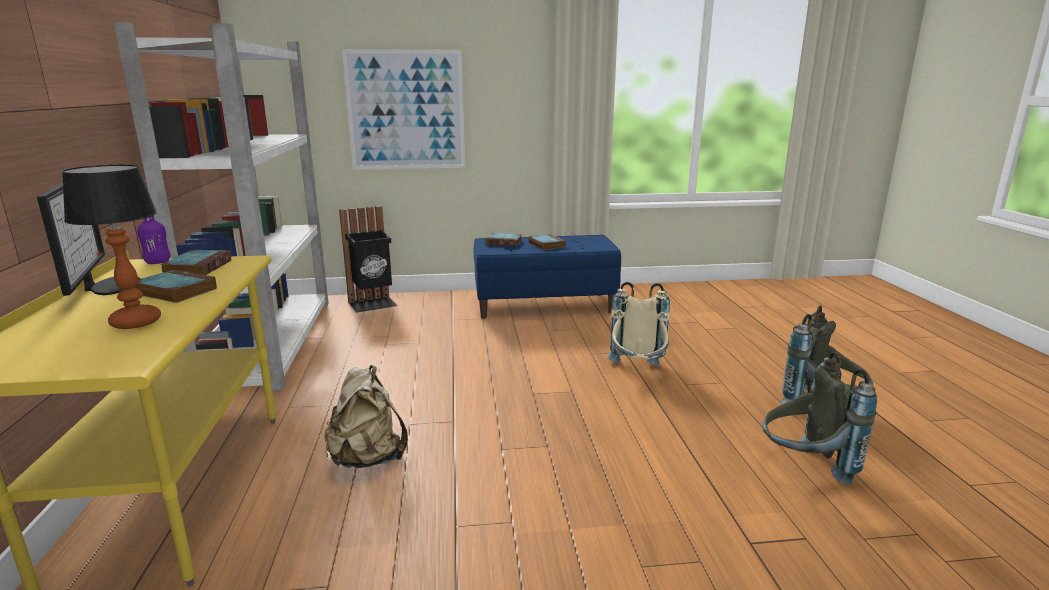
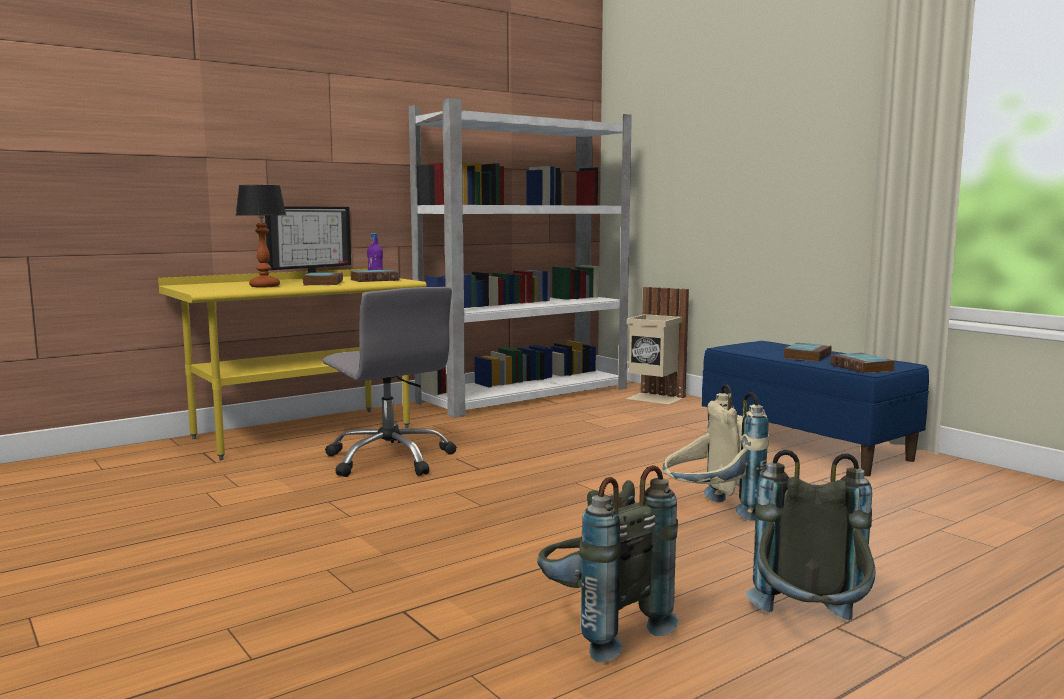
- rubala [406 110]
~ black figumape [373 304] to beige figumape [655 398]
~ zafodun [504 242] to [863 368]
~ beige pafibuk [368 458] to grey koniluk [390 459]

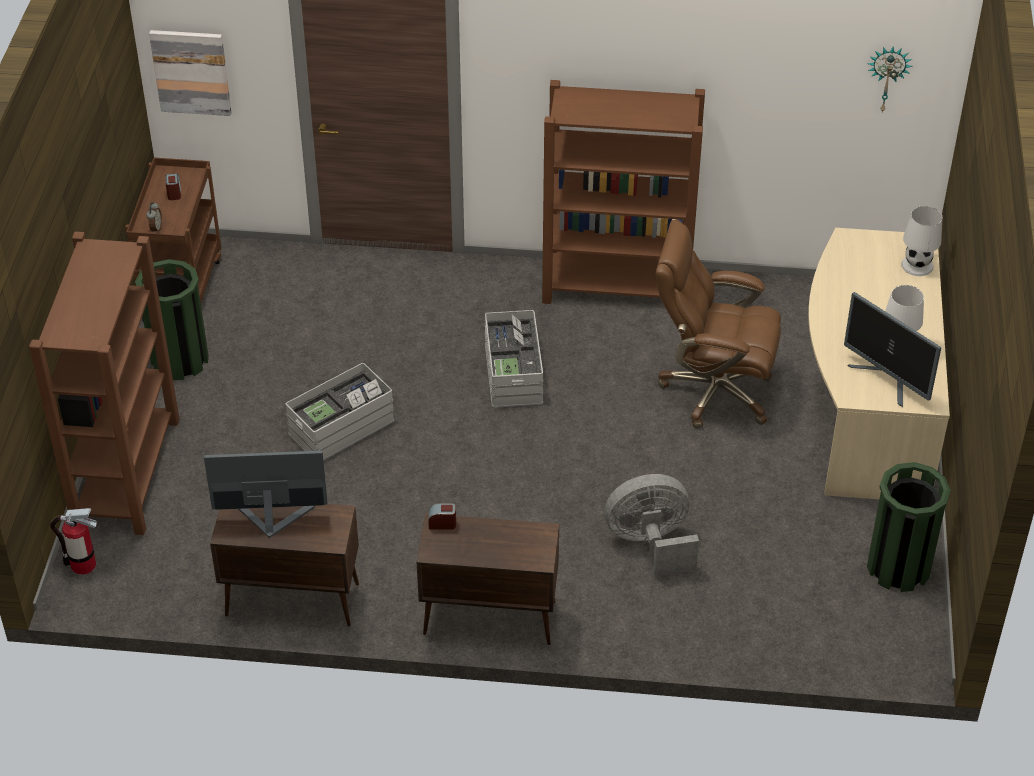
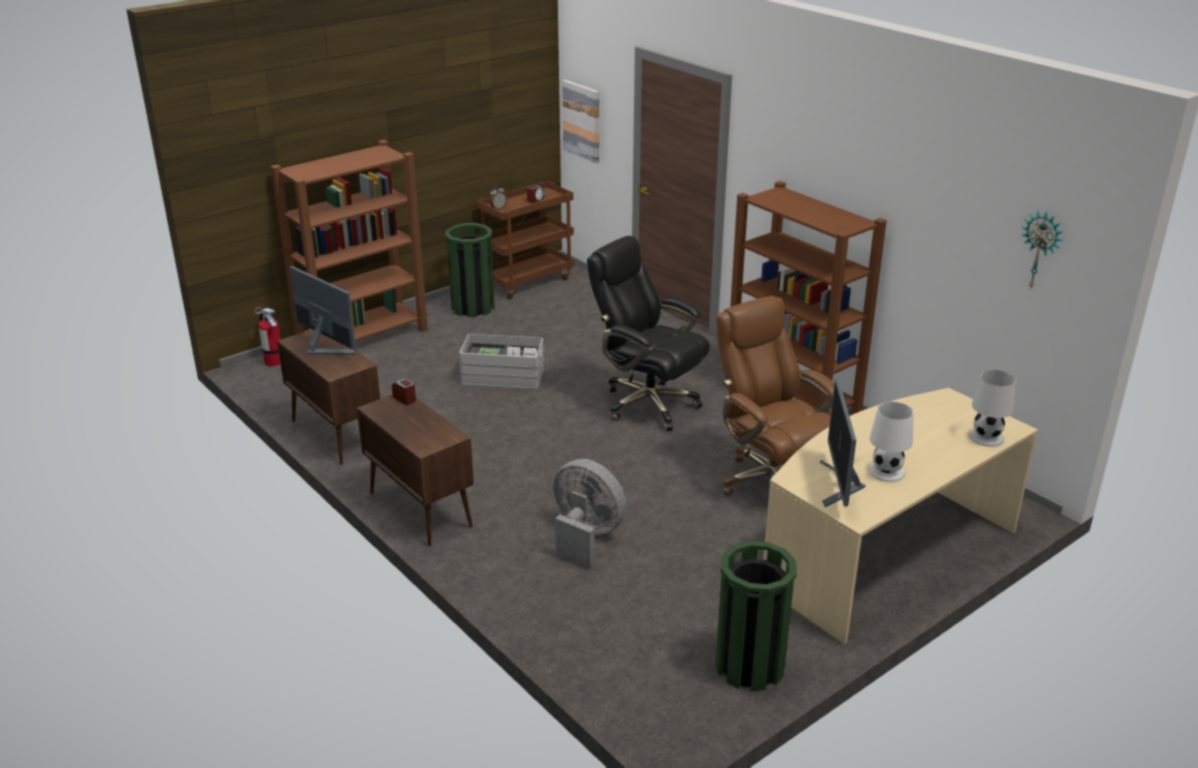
~ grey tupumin [512 373] to black koniluk [647 404]

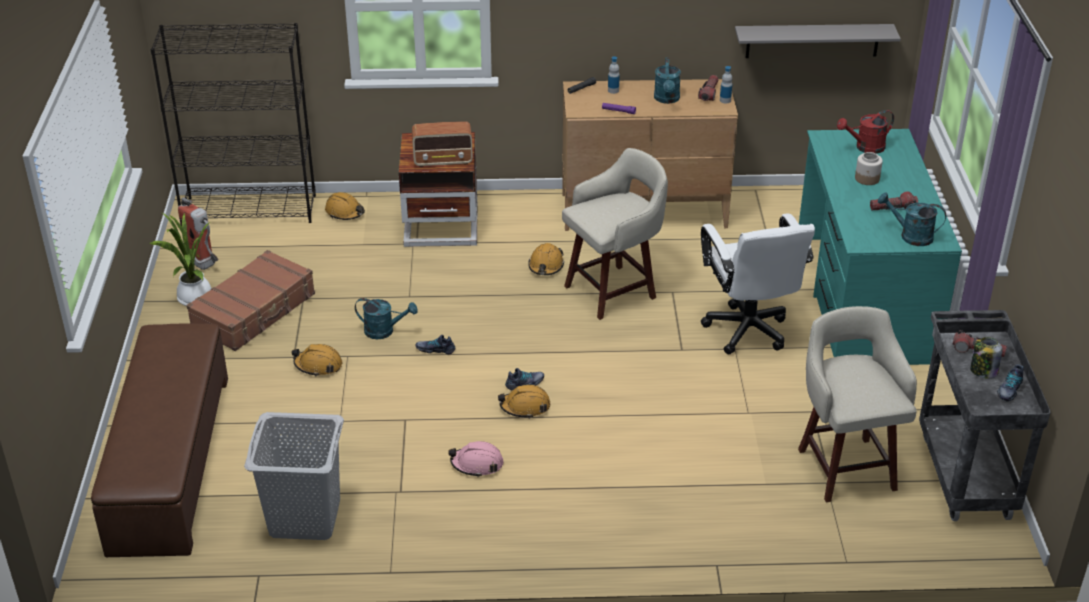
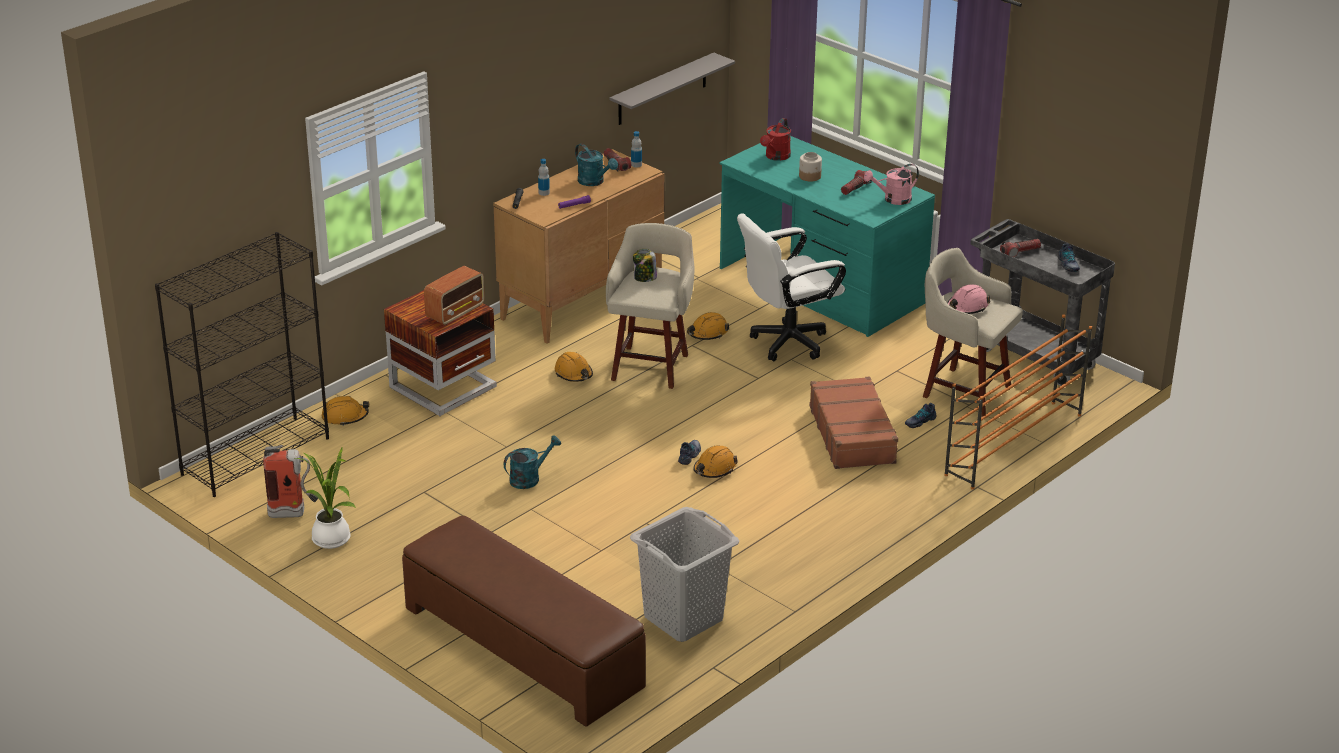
~ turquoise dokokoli [910 236] to pink dokokoli [893 200]
~ white koniluk [749 334] = [785 345] 120 degrees clockwise
~ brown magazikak [254 312] to [853 434]
~ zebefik [435 349] to [919 421]
~ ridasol [983 371] to [644 278]
~ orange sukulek [318 365] to [707 333]
~ pink sukulek [477 464] to [967 307]
+ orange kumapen [1013 444]

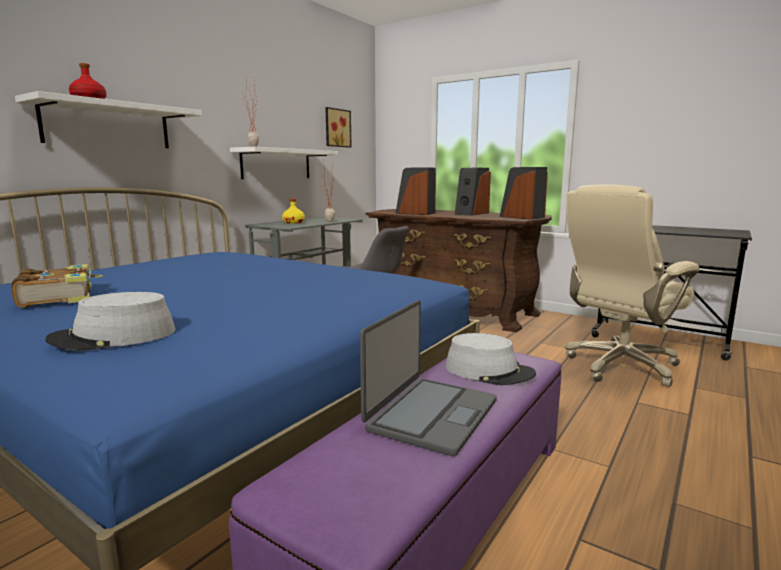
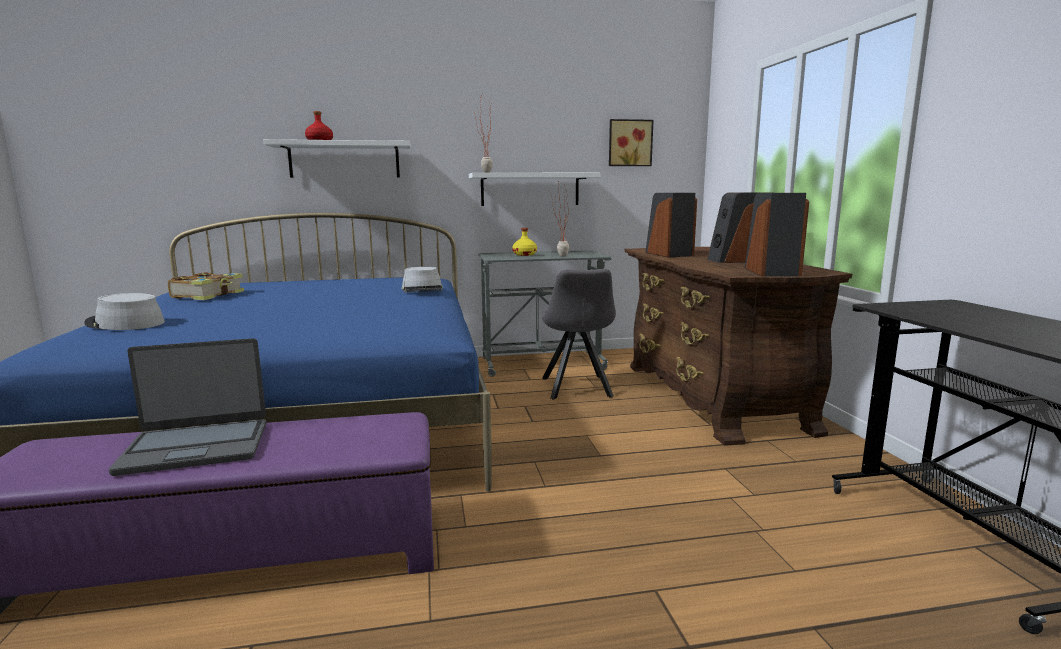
- beige koniluk [618 367]
~ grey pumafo [489 371] to [423 289]

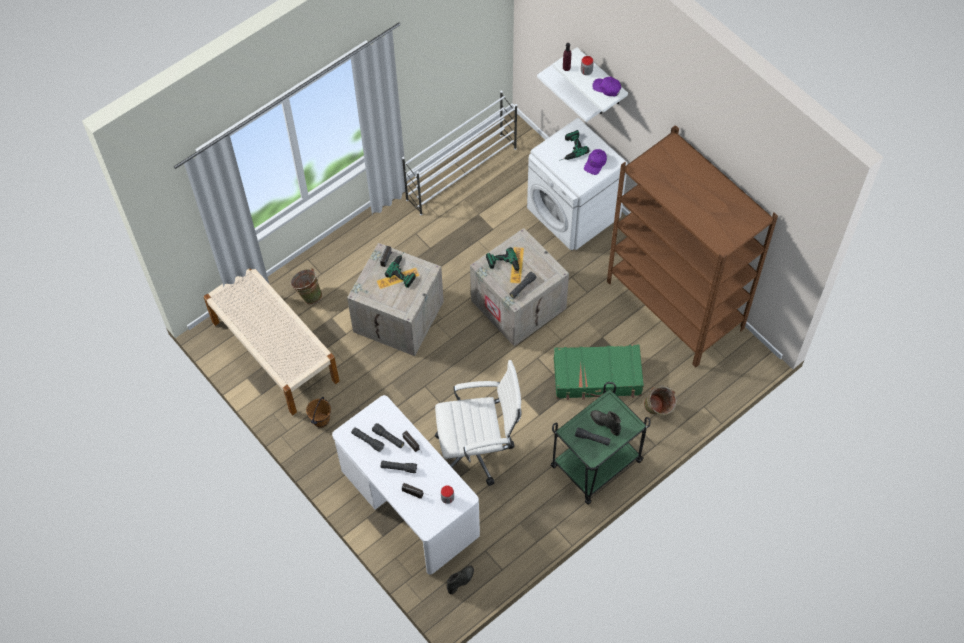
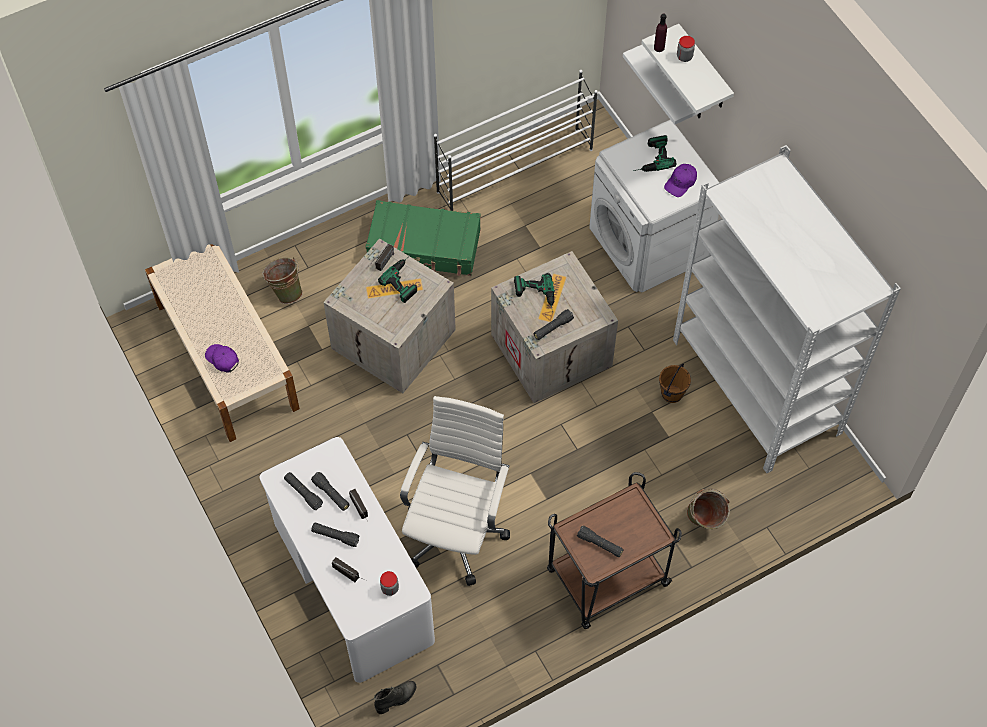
~ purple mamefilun [607 88] to [222 359]
~ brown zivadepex [674 305] to white zivadepex [756 386]
~ green magazikak [597 377] to [424 246]
~ white koniluk [477 451] = [456 531] 75 degrees counterclockwise
~ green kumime [595 465] to brown kumime [606 578]
~ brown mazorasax [320 420] to [671 393]
- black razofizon [605 424]

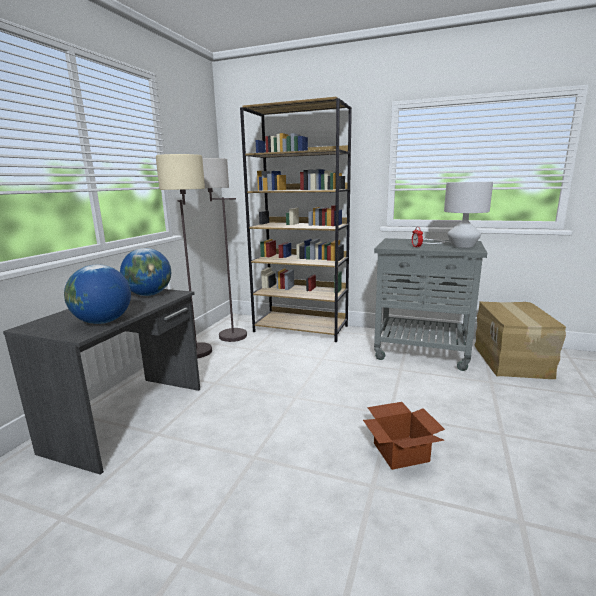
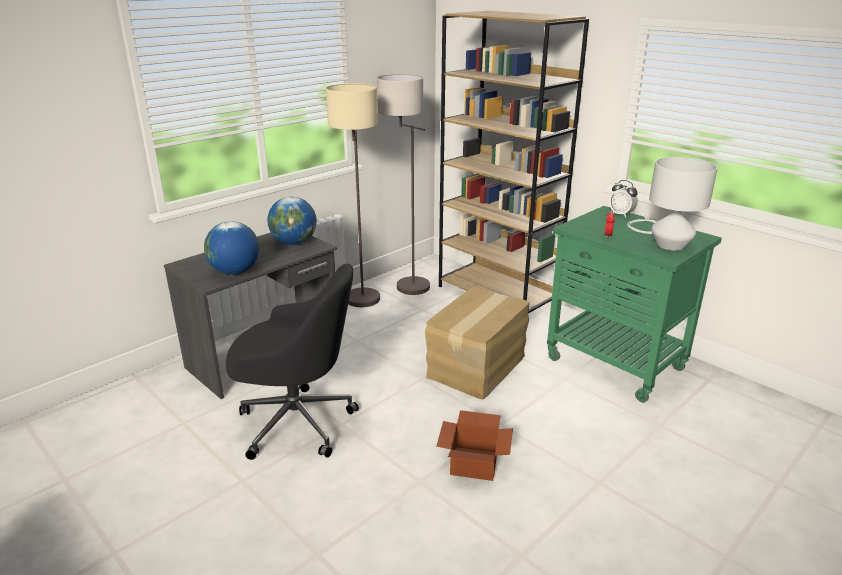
~ grey kumime [422 353] to green kumime [615 365]
~ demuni [512 360] to [477 367]
+ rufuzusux [621 214]
+ black koniluk [298 423]

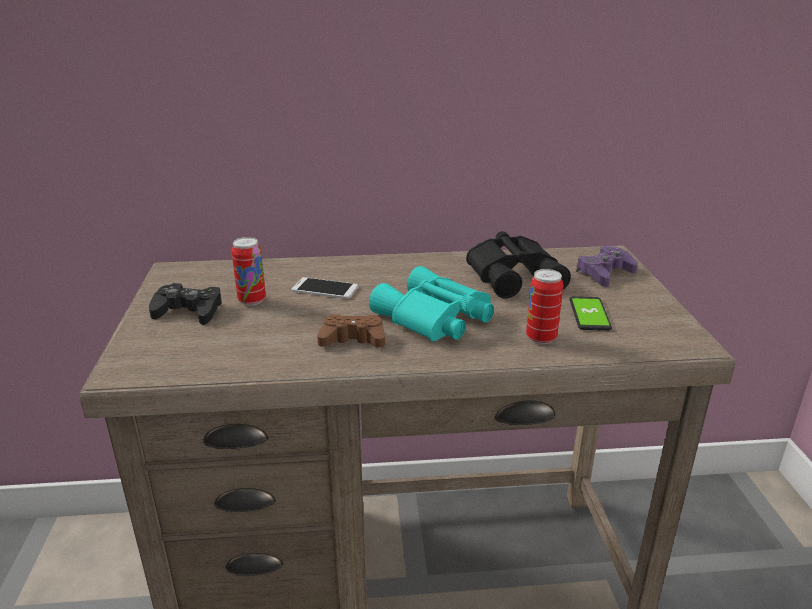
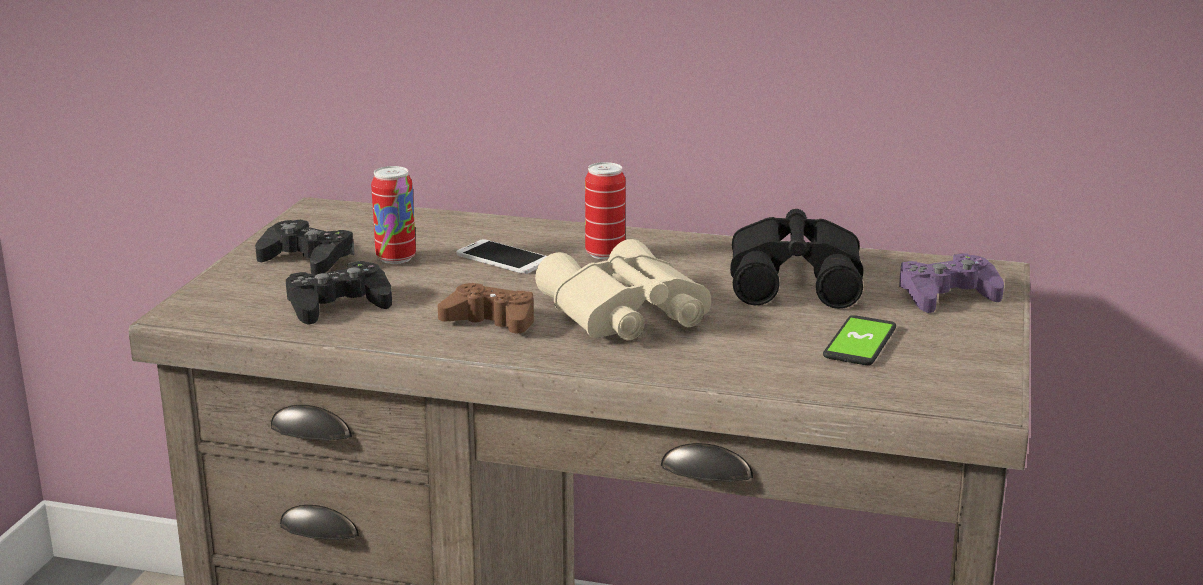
~ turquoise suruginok [434 319] to beige suruginok [623 314]
~ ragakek [541 338] to [605 254]
+ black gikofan [338 305]

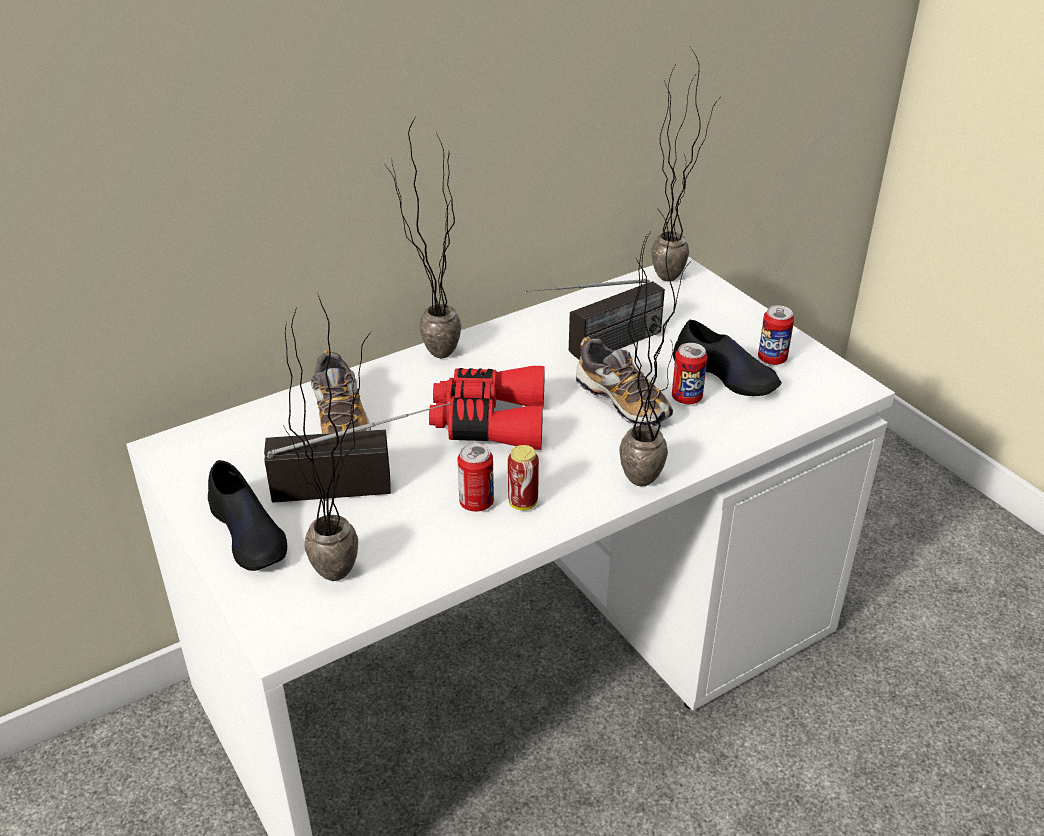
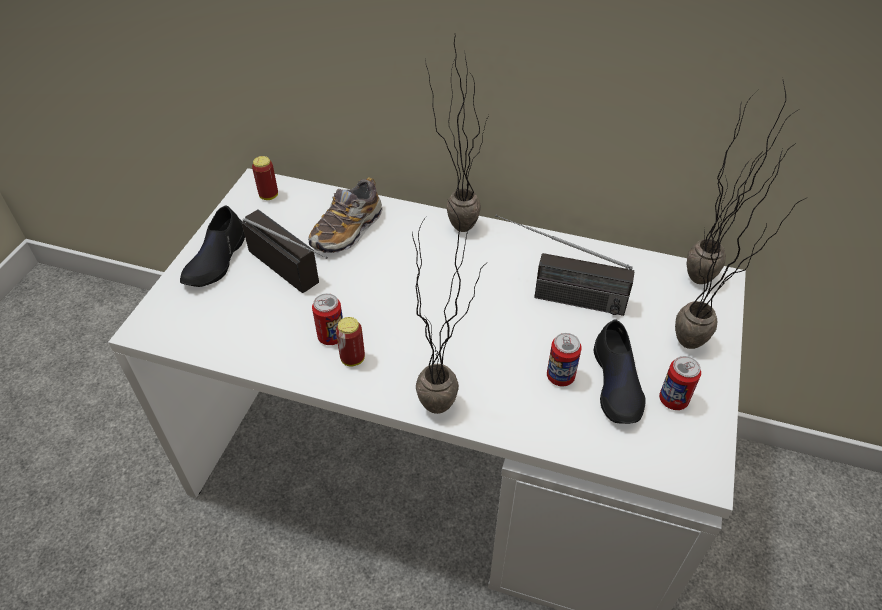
~ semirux [352 574] to [698 350]
- zebefik [622 402]
- red suruginok [489 422]
+ ragakek [268 195]

